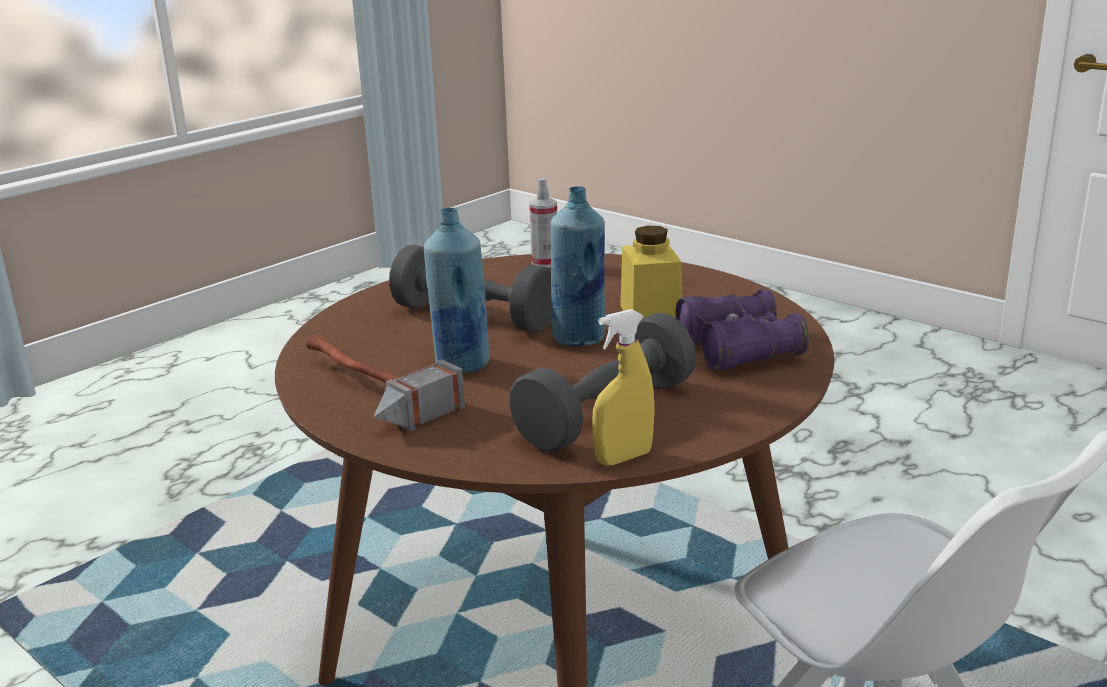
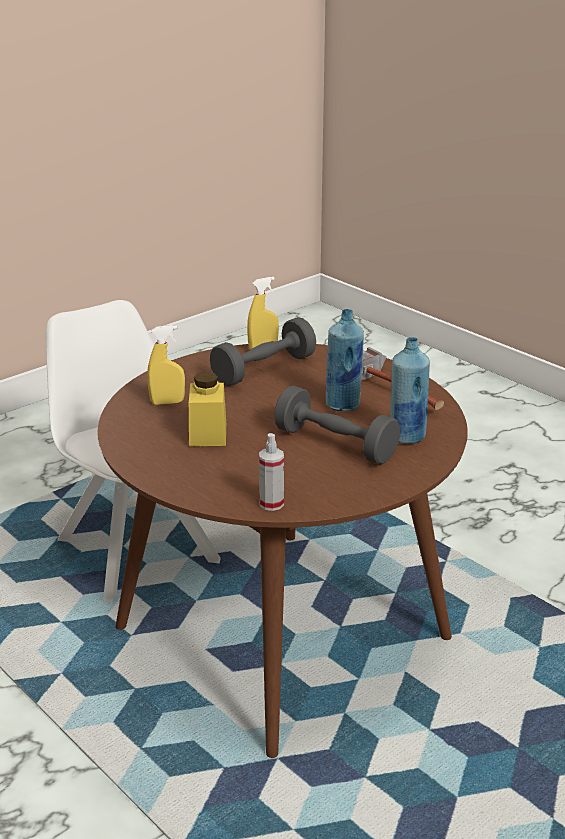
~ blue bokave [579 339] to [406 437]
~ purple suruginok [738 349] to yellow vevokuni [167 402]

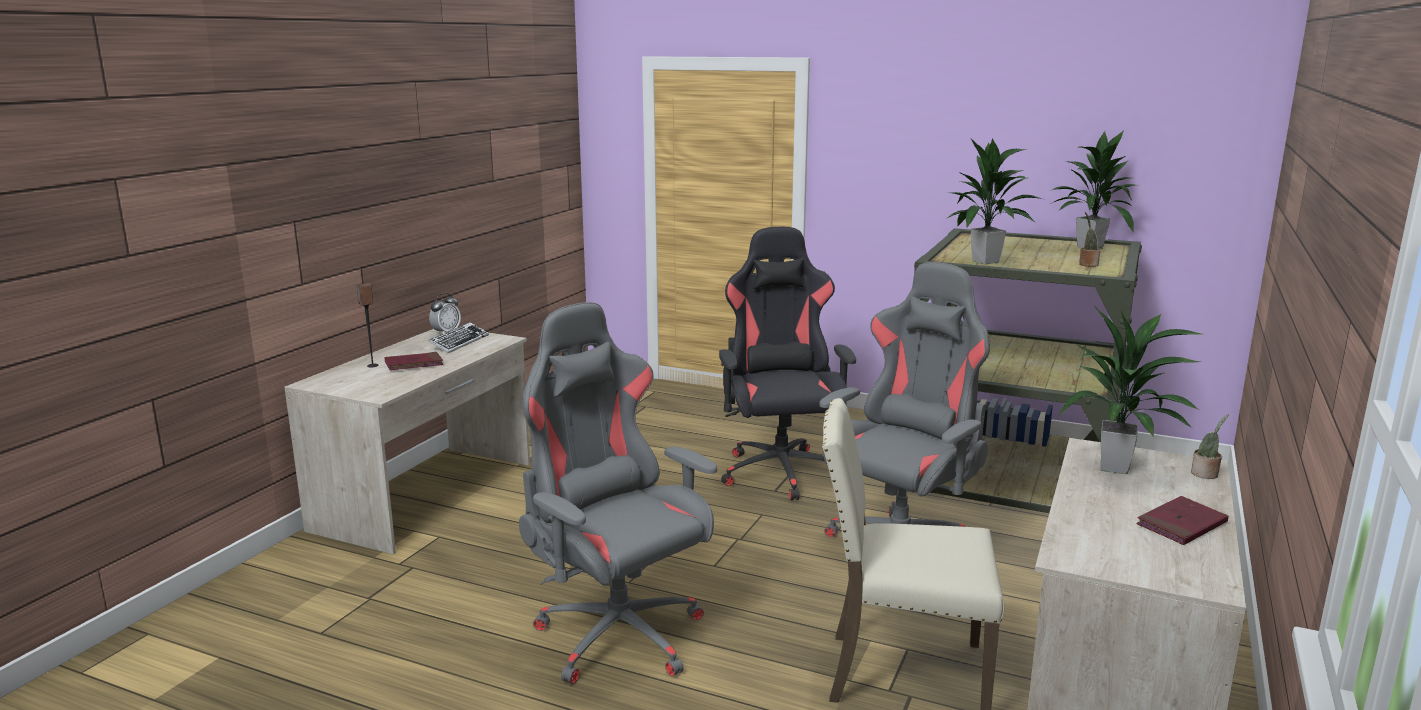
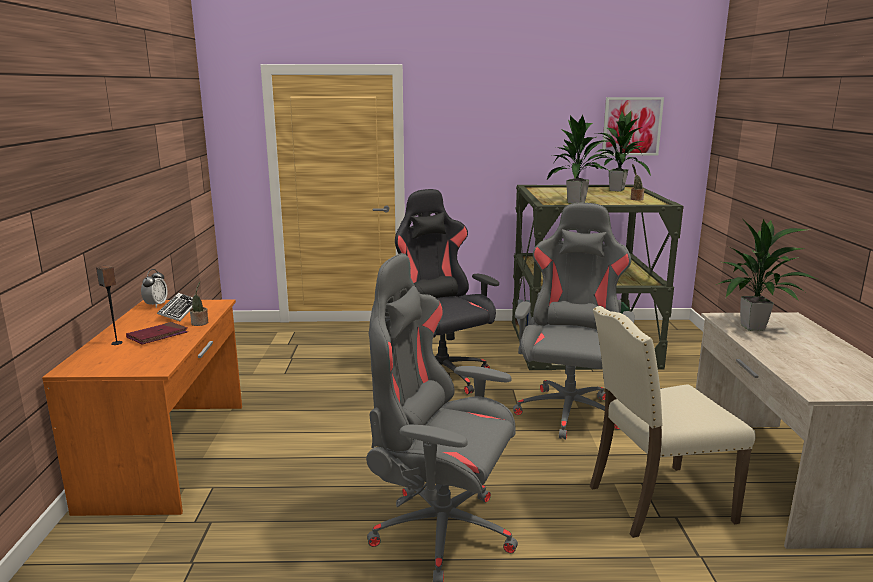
~ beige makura [427 496] to orange makura [170 453]
~ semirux [1205 474] to [200 323]
- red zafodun [1181 524]
+ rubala [632 126]

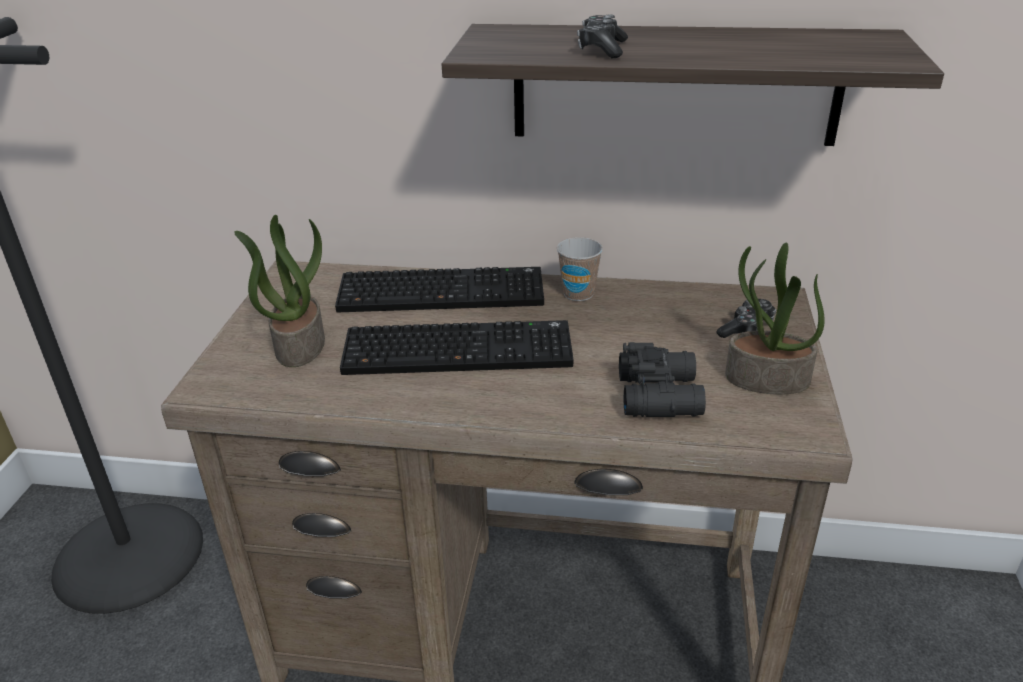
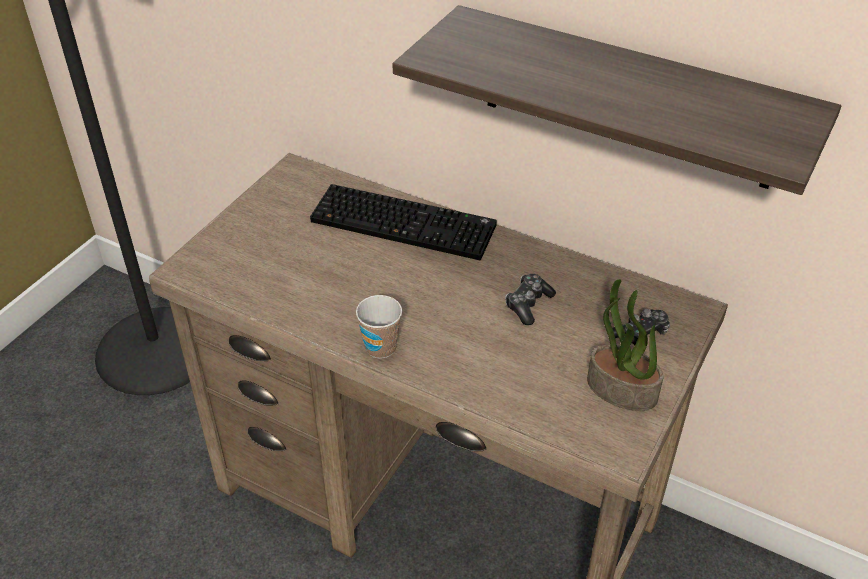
~ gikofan [602 49] to [528 304]
- semirux [299 345]
~ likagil [578 293] to [381 347]
- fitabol [460 349]
- black suruginok [661 394]

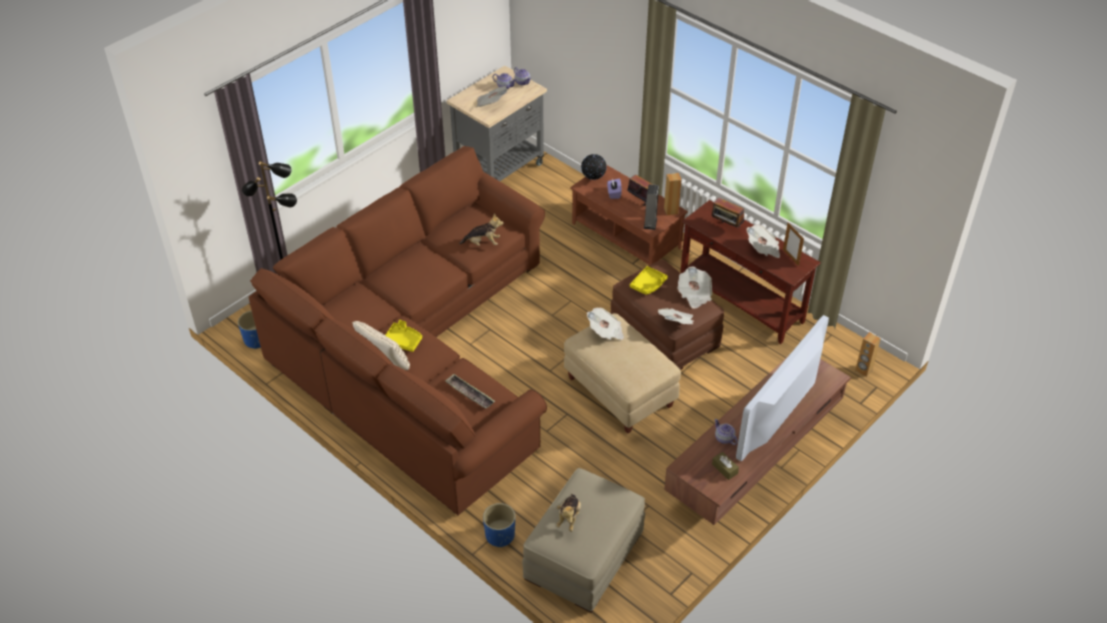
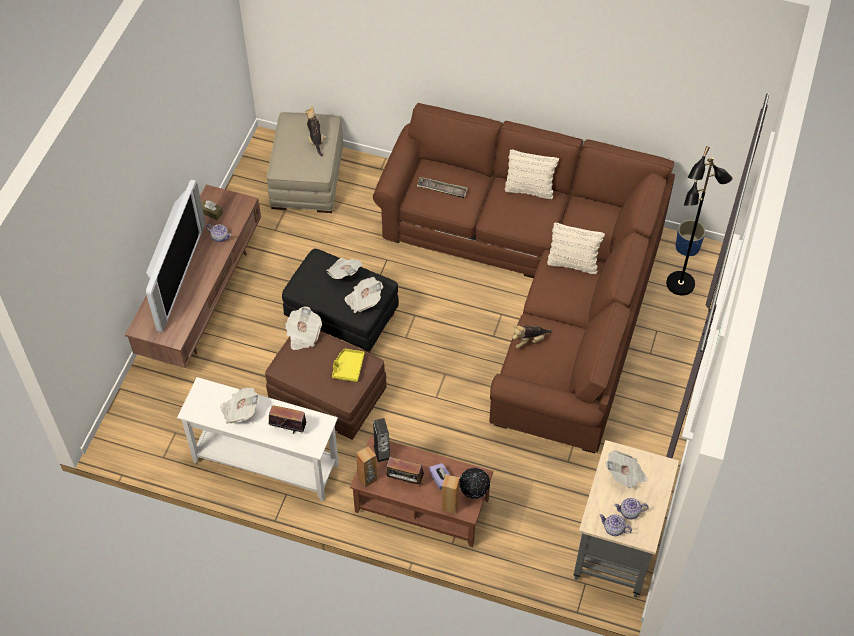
~ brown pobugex [741 302] to white pobugex [265 463]
- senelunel [790 257]
~ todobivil [694 295] to [344 273]
~ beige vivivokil [620 391] to black vivivokil [342 318]
- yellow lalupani [403 340]
~ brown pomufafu [863 370] to [450 506]
- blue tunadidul [499 535]
+ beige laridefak [573 263]

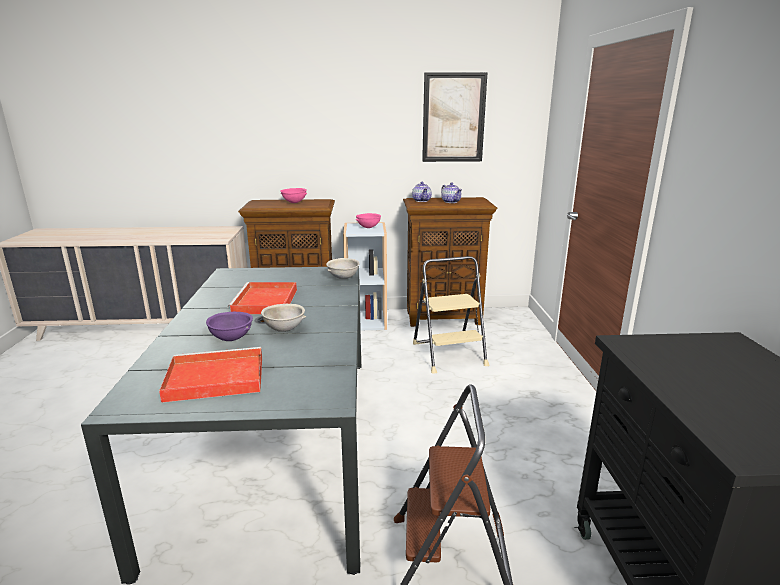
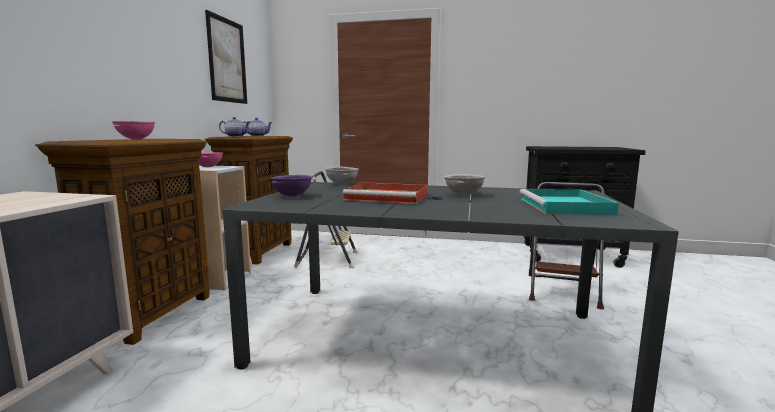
~ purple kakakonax [232 338] to [291 196]
~ red lalupani [213 378] to turquoise lalupani [565 206]

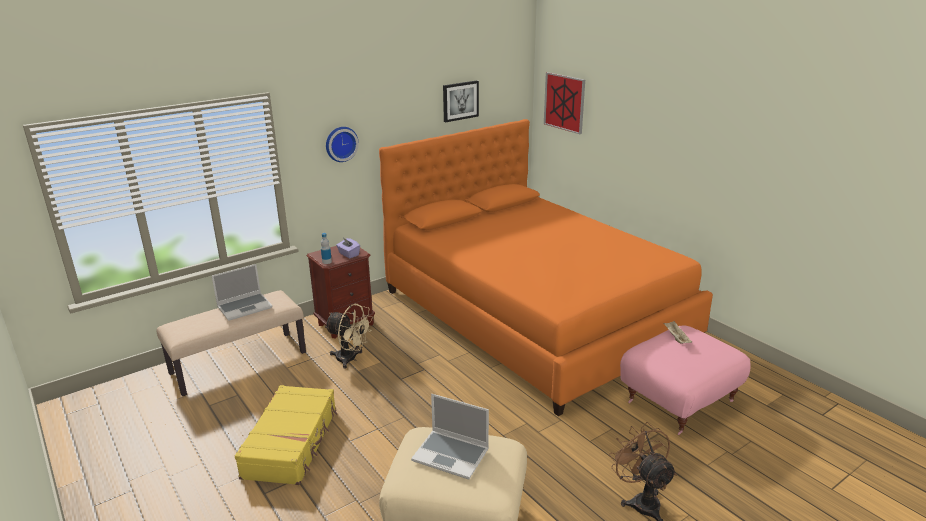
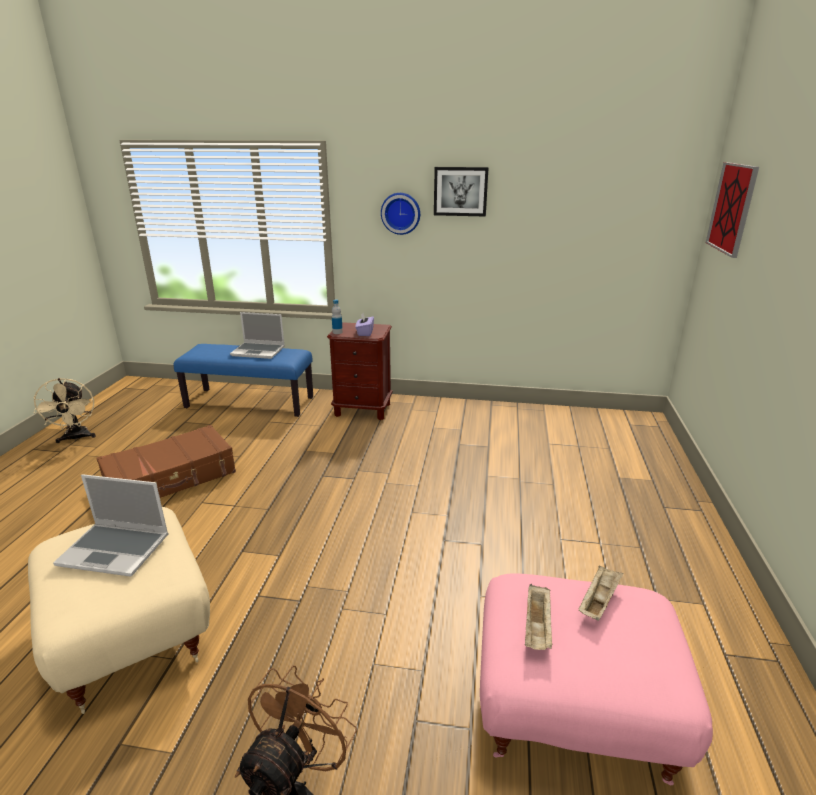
~ rubala [460 101] to [460 191]
- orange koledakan [534 314]
~ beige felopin [239 362] to blue felopin [250 402]
~ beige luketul [351 359] to [76 438]
~ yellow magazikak [292 443] to brown magazikak [171 478]
~ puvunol [452 455] = [116 550] 60 degrees counterclockwise
+ beige lalupani [537 627]

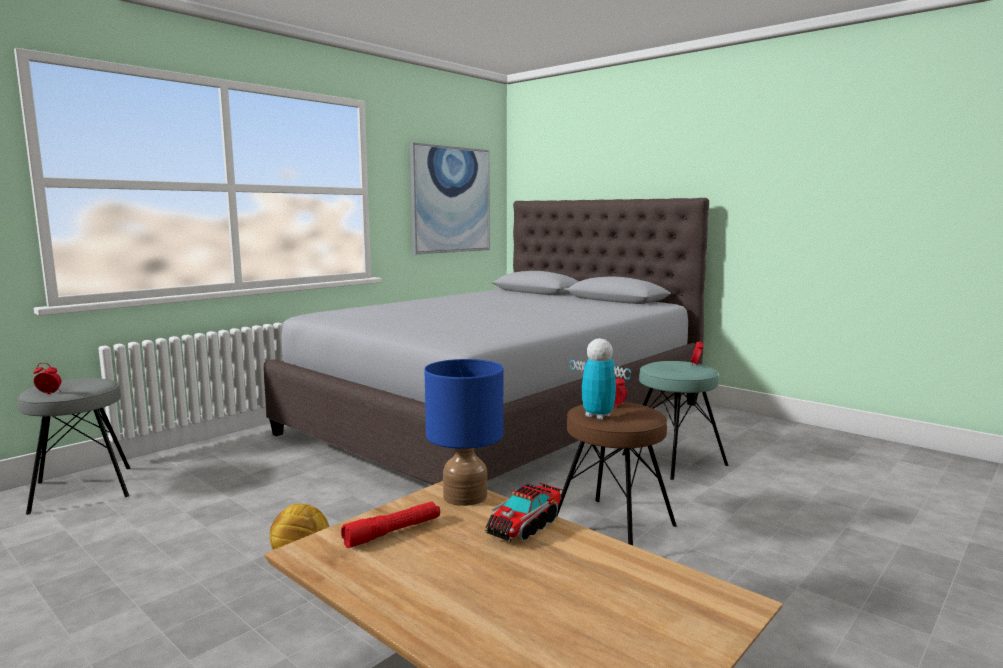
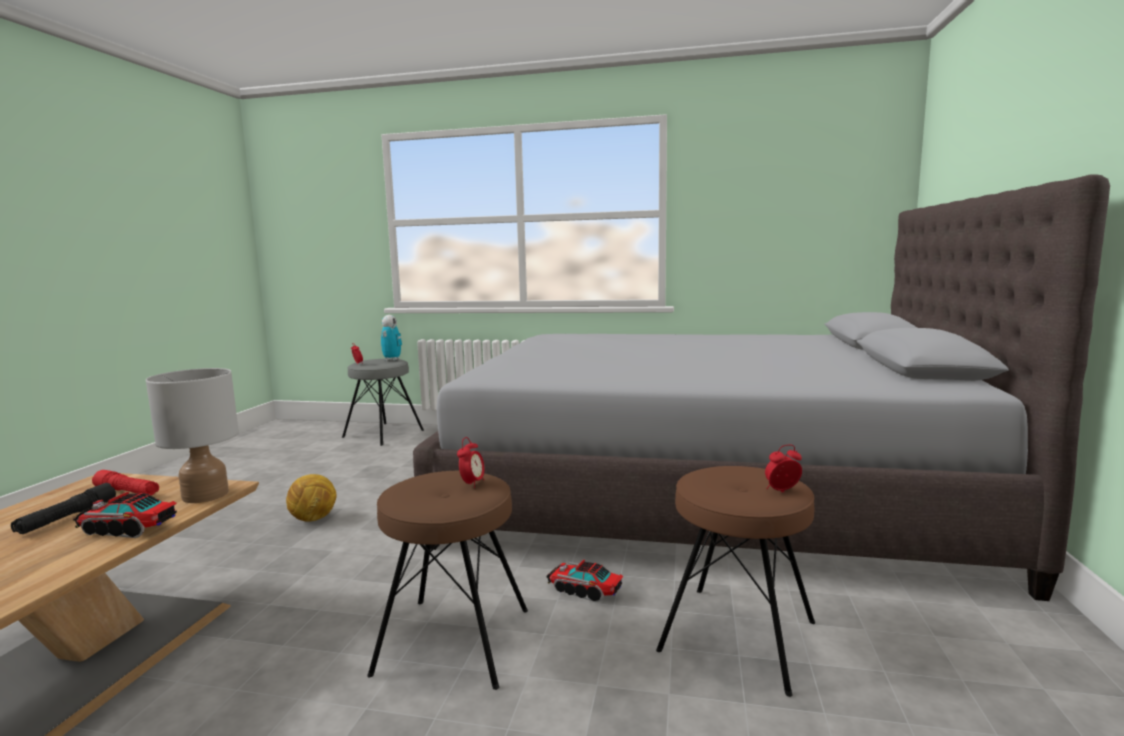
- rubala [451 200]
~ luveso [597 416] to [392 359]
~ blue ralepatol [464 496] to grey ralepatol [206 495]
~ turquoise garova [673 460] to brown garova [737 636]
+ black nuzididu [67 517]
+ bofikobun [584 591]

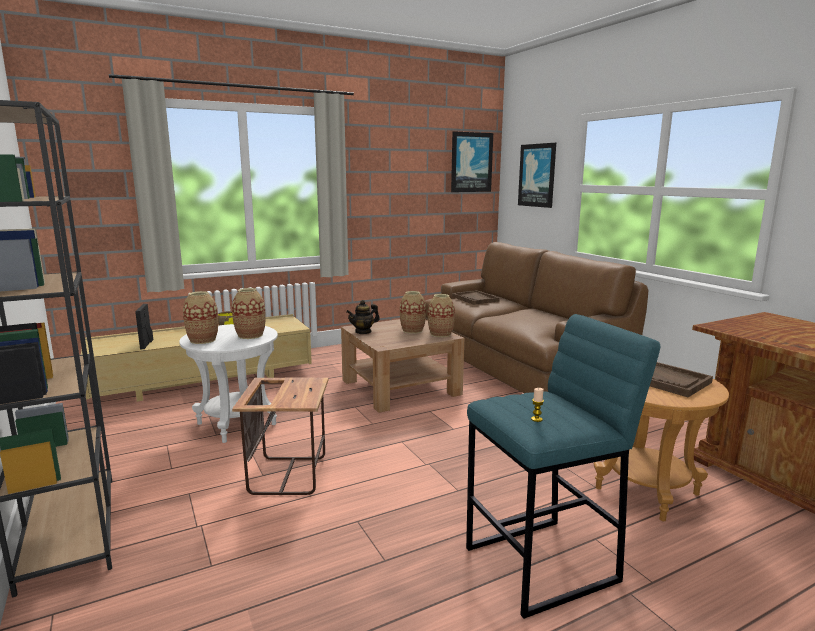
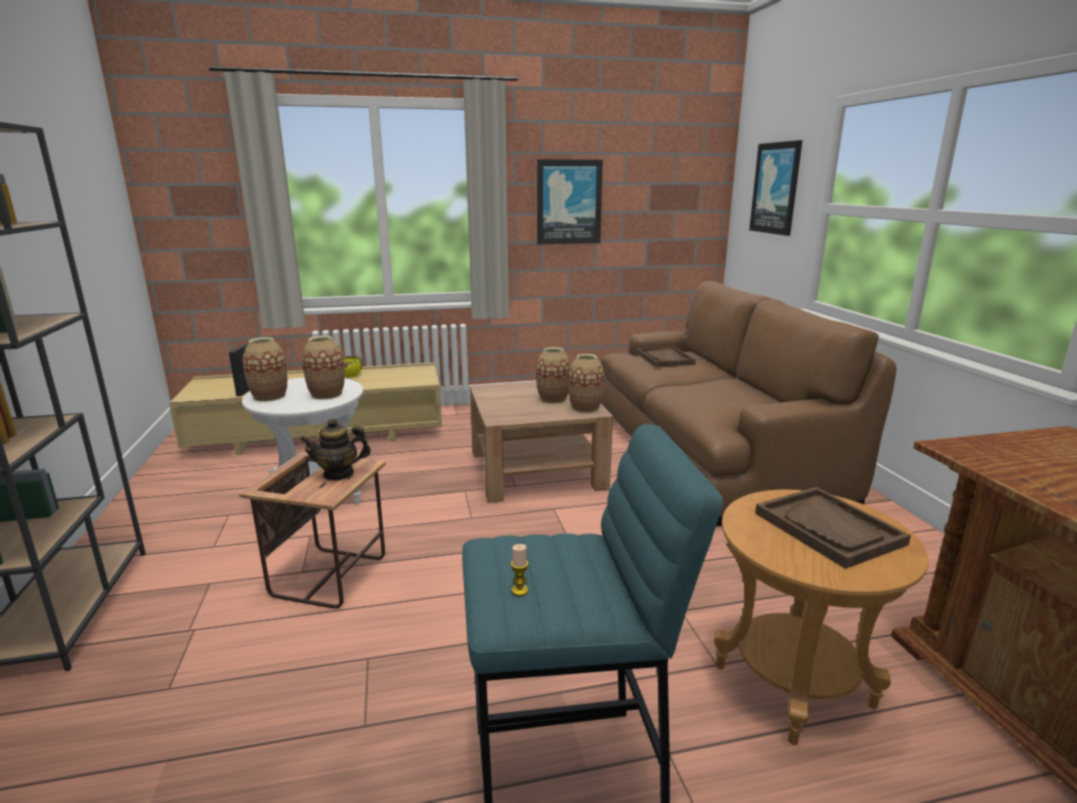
~ rubala [471 162] to [568 202]
~ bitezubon [363 331] to [338 474]

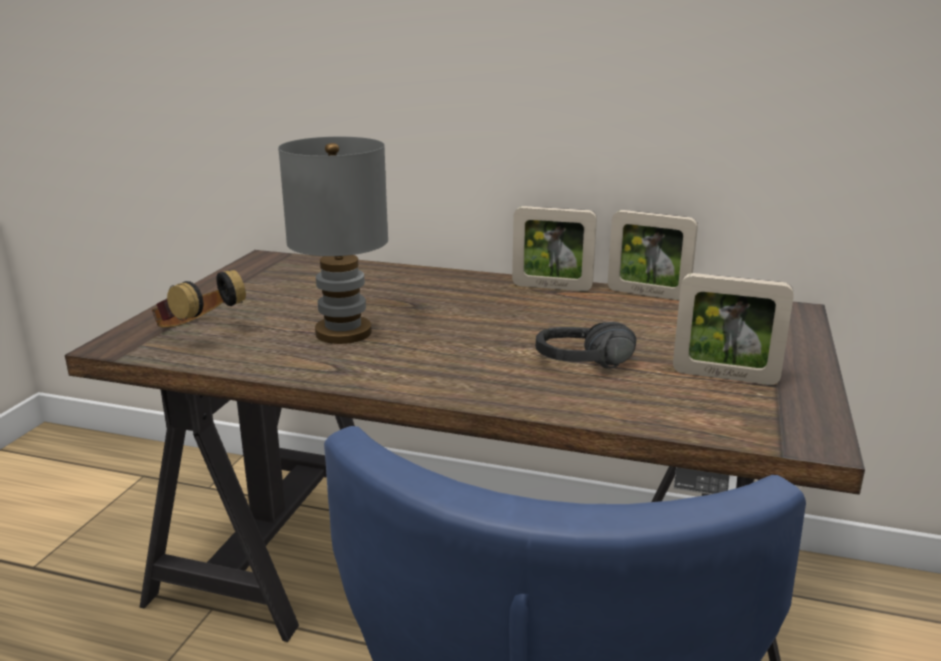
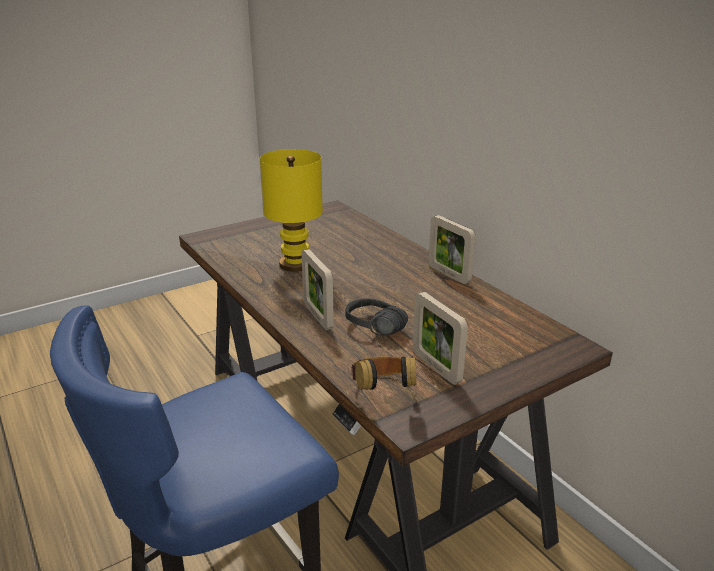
~ grey ralepatol [342 333] to yellow ralepatol [294 264]
~ senelunel [647 294] to [318 316]
~ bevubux [198 333] to [382 392]

